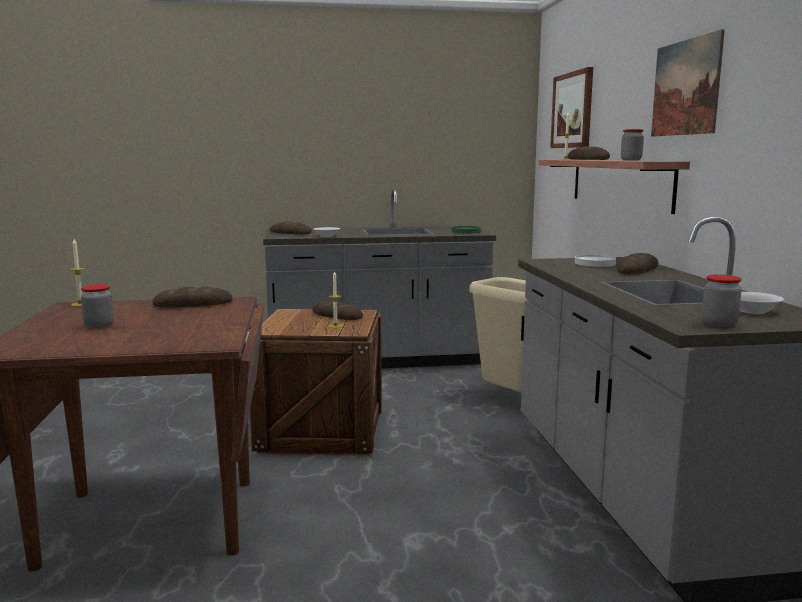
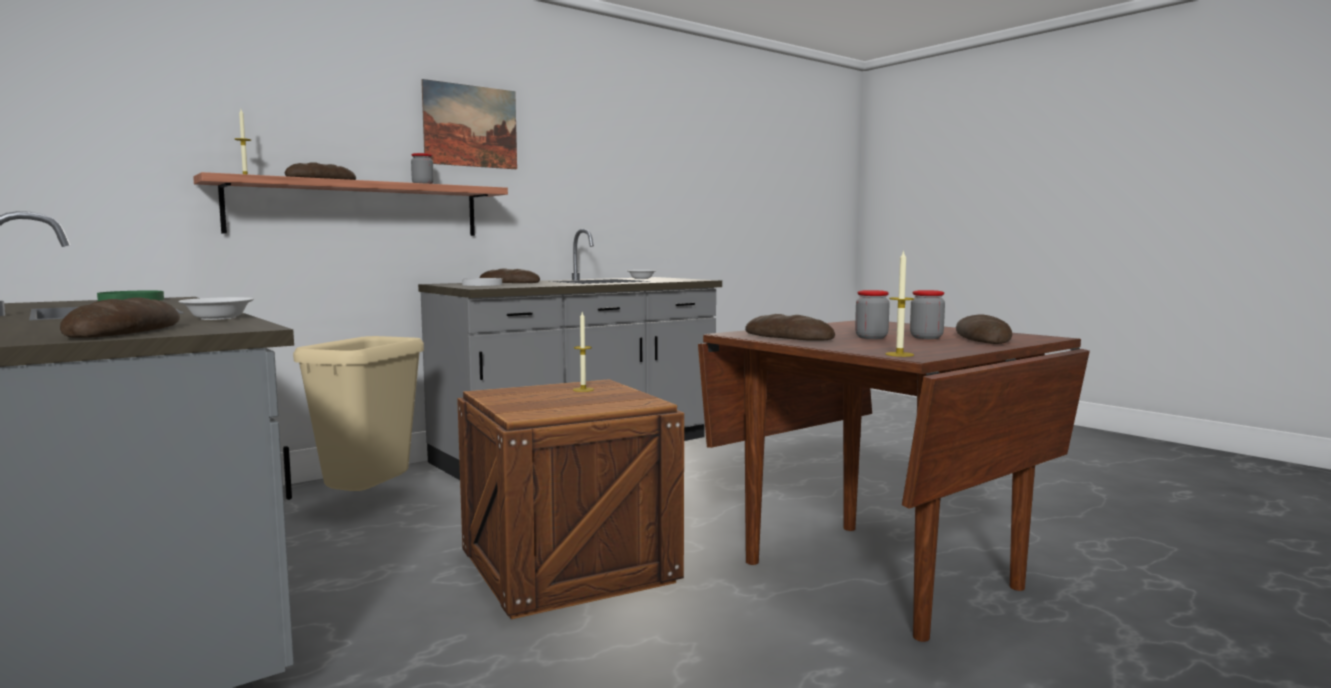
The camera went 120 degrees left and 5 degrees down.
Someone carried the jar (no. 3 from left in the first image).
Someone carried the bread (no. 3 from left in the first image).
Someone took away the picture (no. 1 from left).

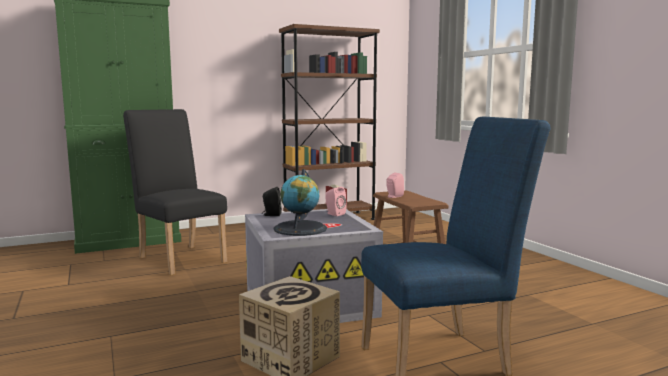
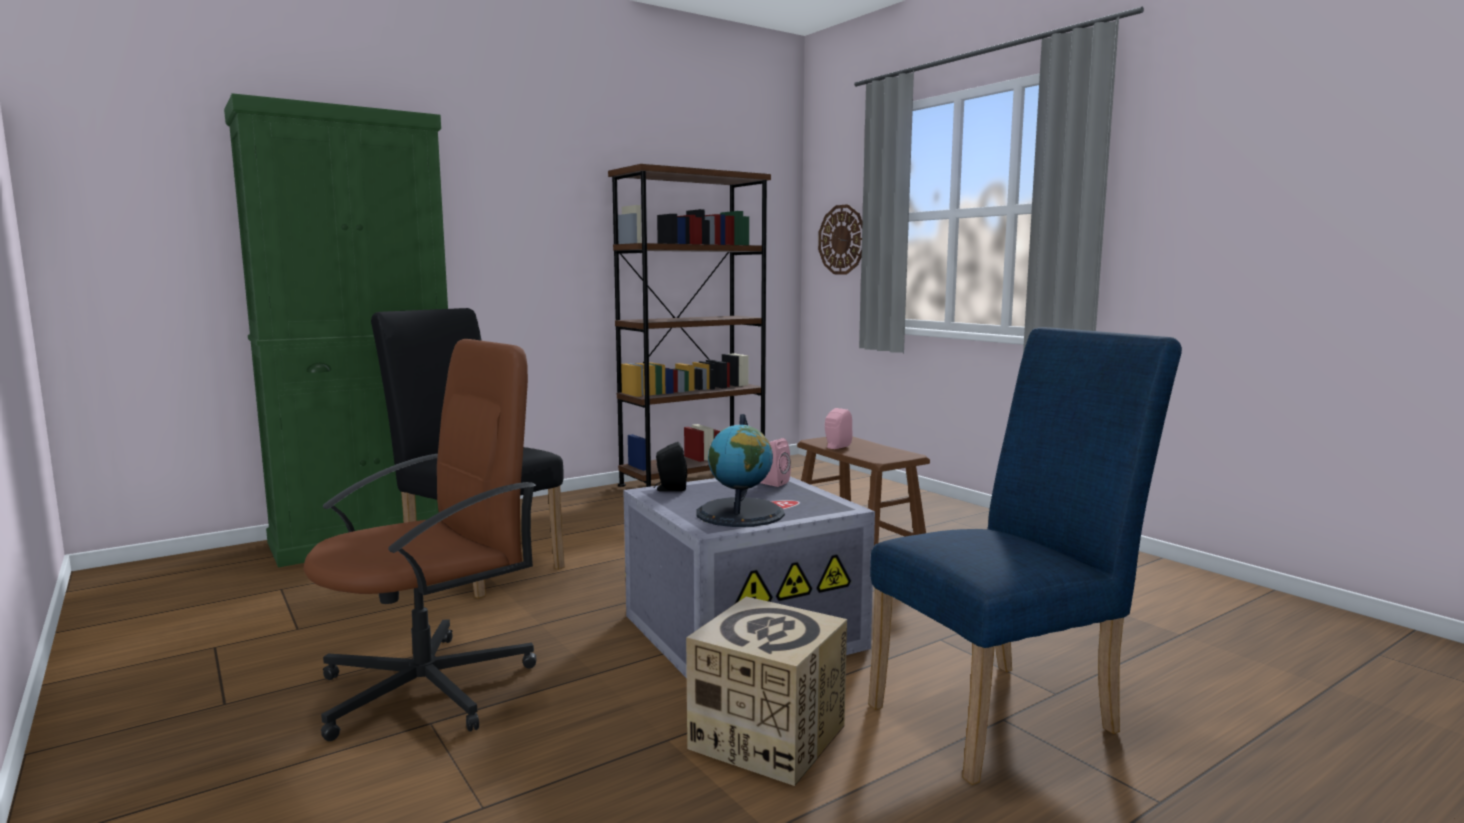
The camera went 10 degrees left and 0 degrees up.
Someone put down the brown office chair.
Someone put up the wall clock.

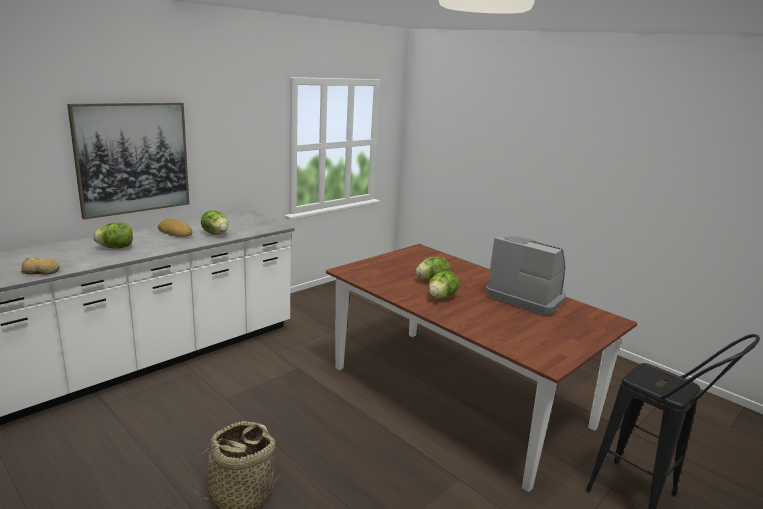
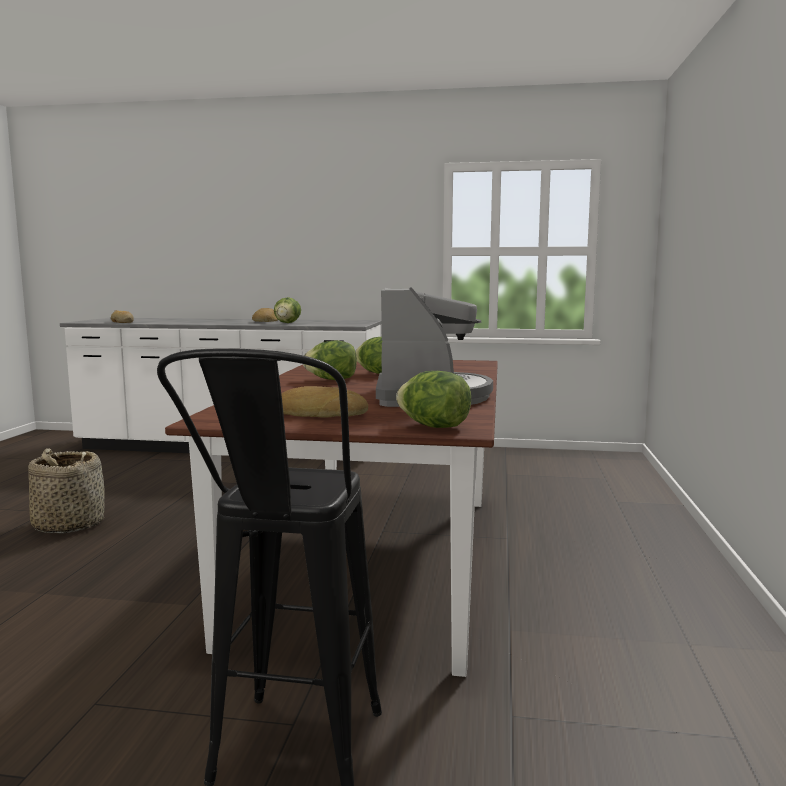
The camera went 55 degrees right and 10 degrees down.
Someone put down the bread (no. 3 from left).
Someone carried the lettuce (no. 1 from left in the first image).
Someone took away the picture.

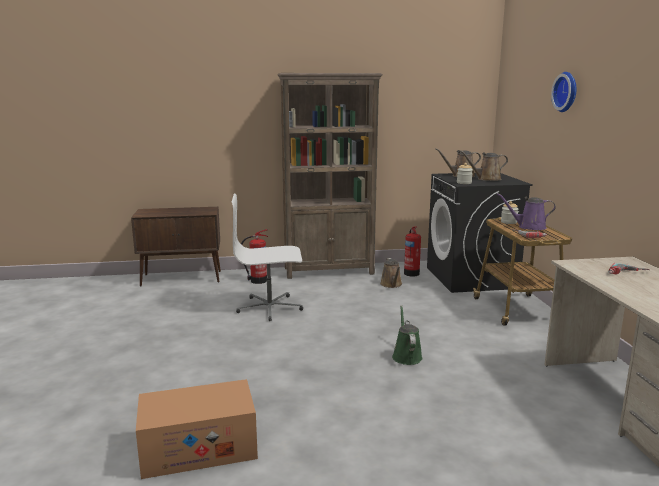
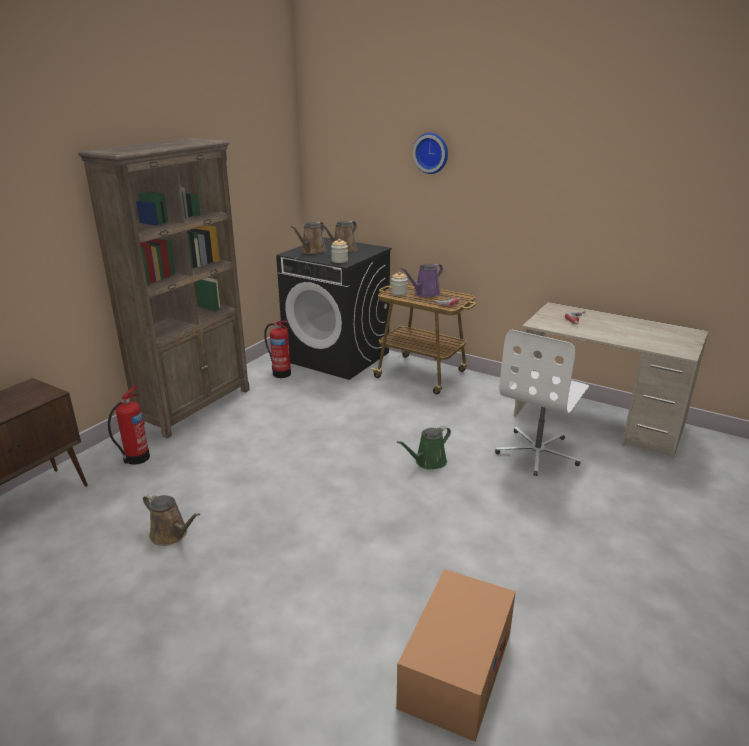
The camera went 50 degrees left and 10 degrees up.
Someone carried the brown watering can (no. 1 from left).
Someone rotated the green watering can by 75 degrees counterclockwise.
Someone carried the white office chair.

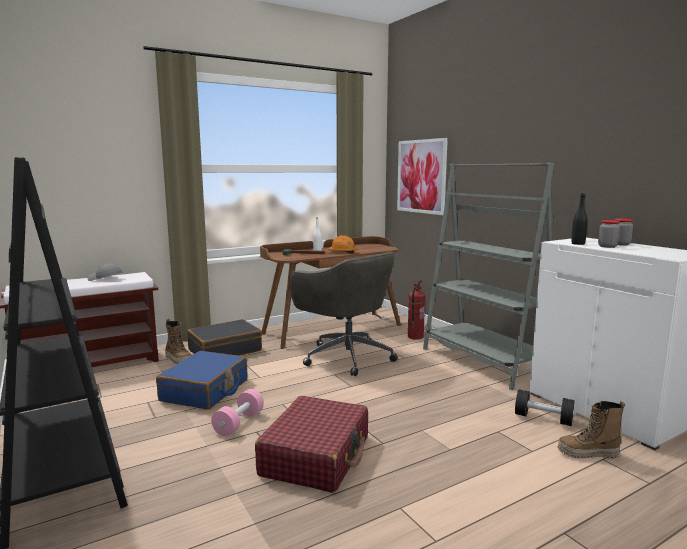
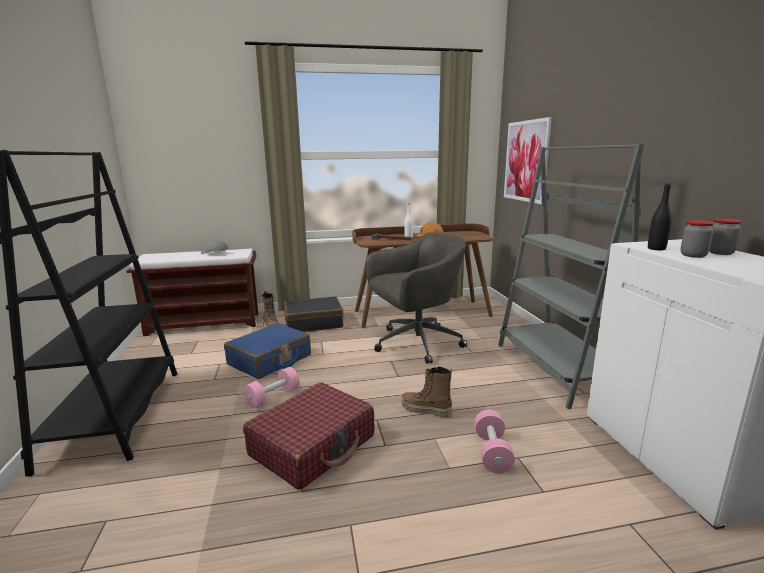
The camera went 20 degrees right and 5 degrees up.
Someone rotated the grey office chair by 90 degrees counterclockwise.
Someone carried the boot (no. 2 from left).
Someone put down the pink dumbbell (no. 2 from left).
Someone took away the fire extinguisher.
Someone took away the black dumbbell.

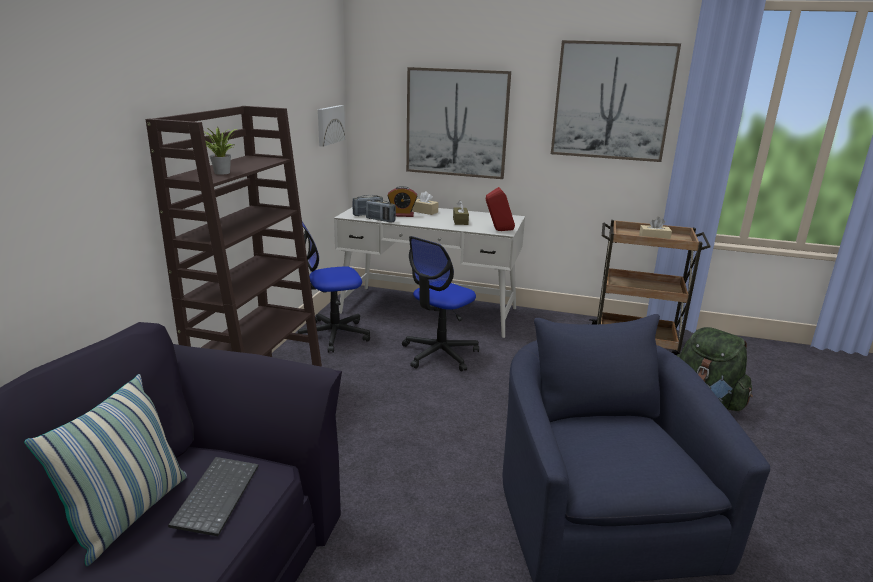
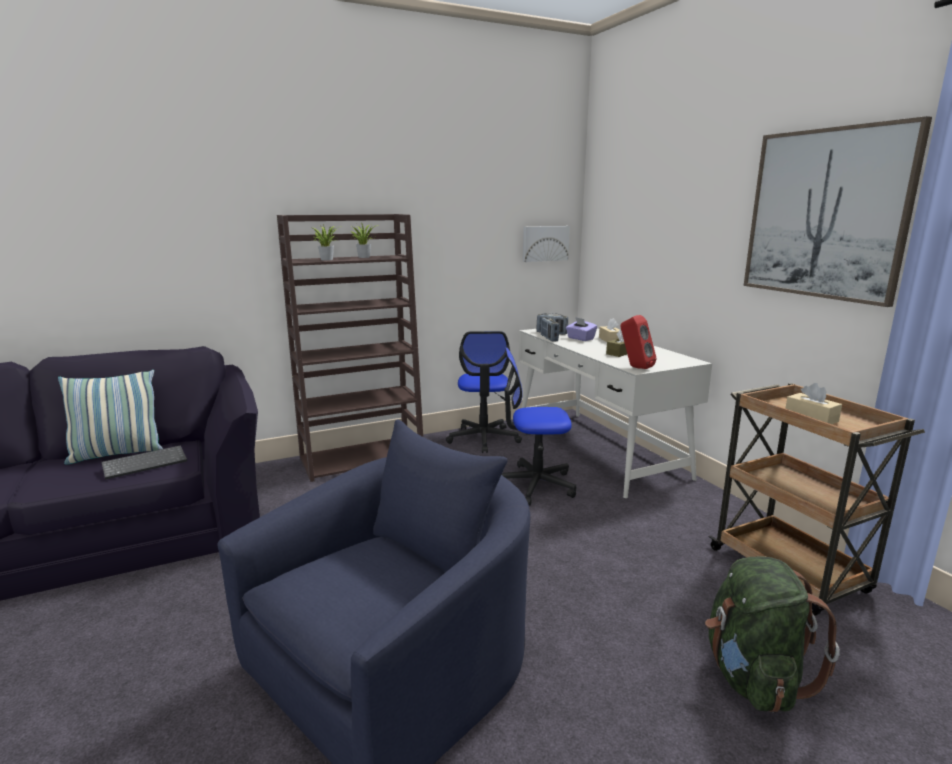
The camera went 50 degrees right and 5 degrees down.
Someone put down the potted plant (no. 2 from left).
Someone rotated the office chair (no. 1 from left) by 120 degrees counterclockwise.
Someone swapped the alarm clock for the purple tissue box.
Someone took away the picture (no. 2 from left).

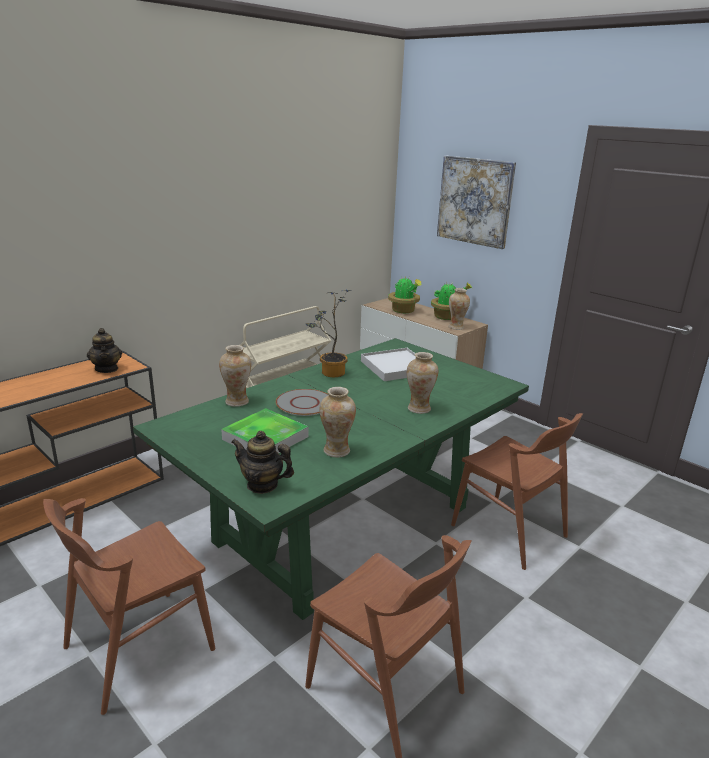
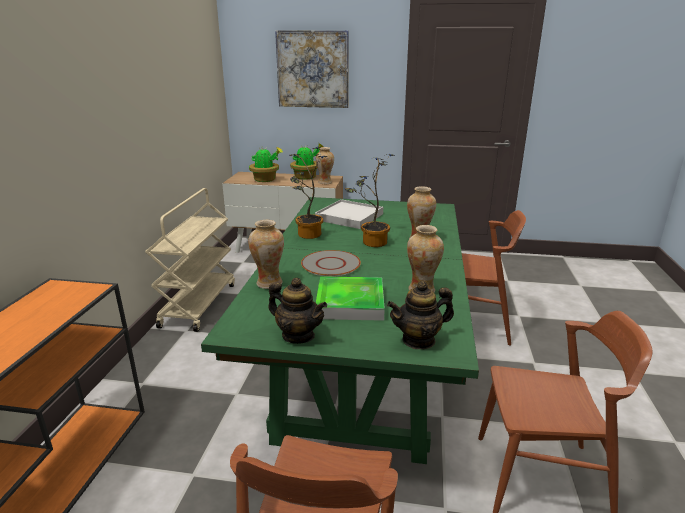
The camera went 35 degrees left and 0 degrees up.
Someone carried the teapot (no. 1 from left).
Someone put down the potted plant (no. 4 from left).

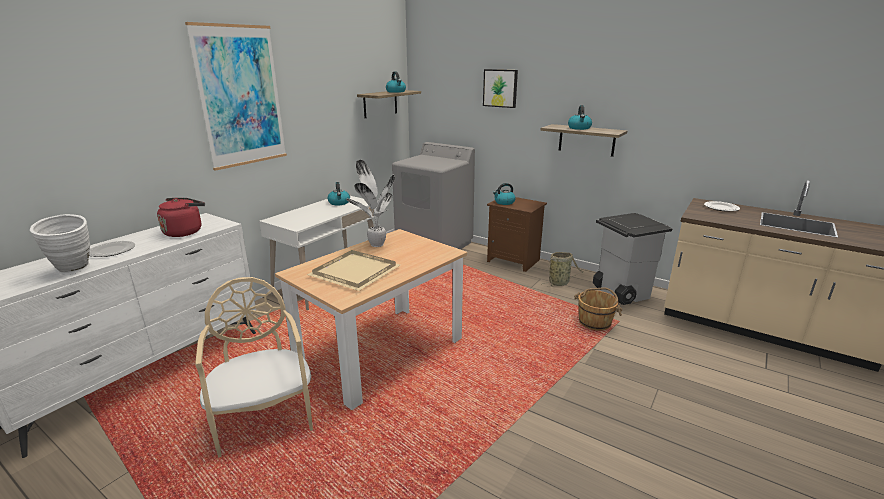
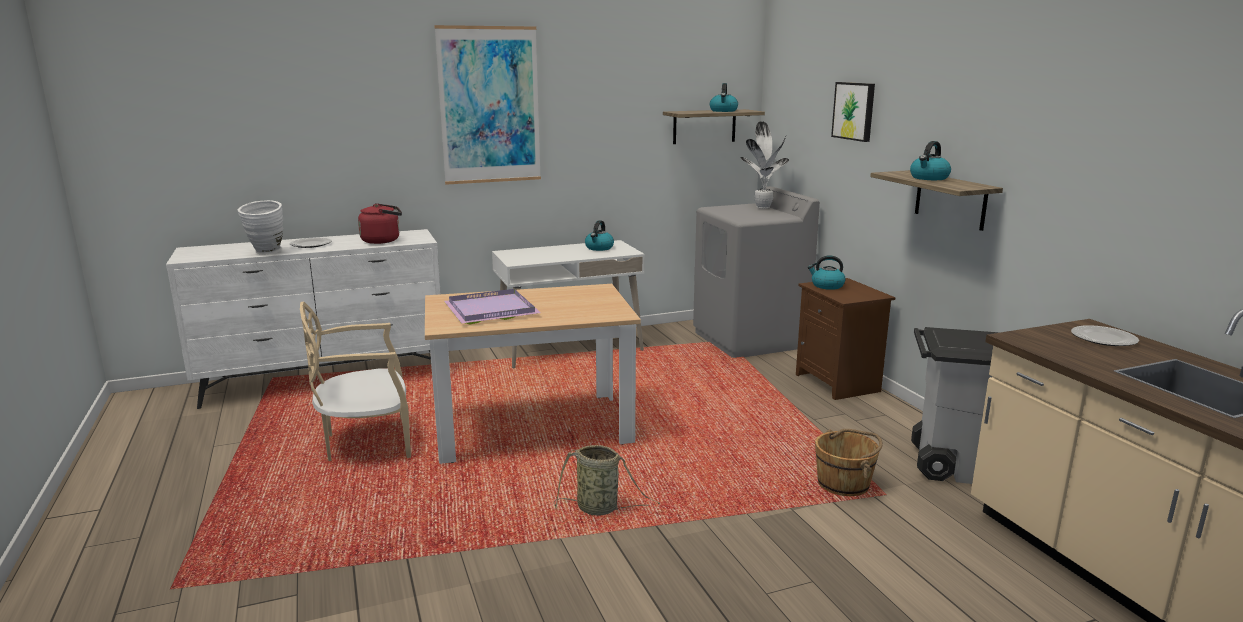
The camera went 35 degrees right and 5 degrees down.
Someone rotated the beige chair by 120 degrees counterclockwise.
Someone repainted the beige tray, which became the purple tray.
Someone carried the basket.
Someone carried the potted plant.

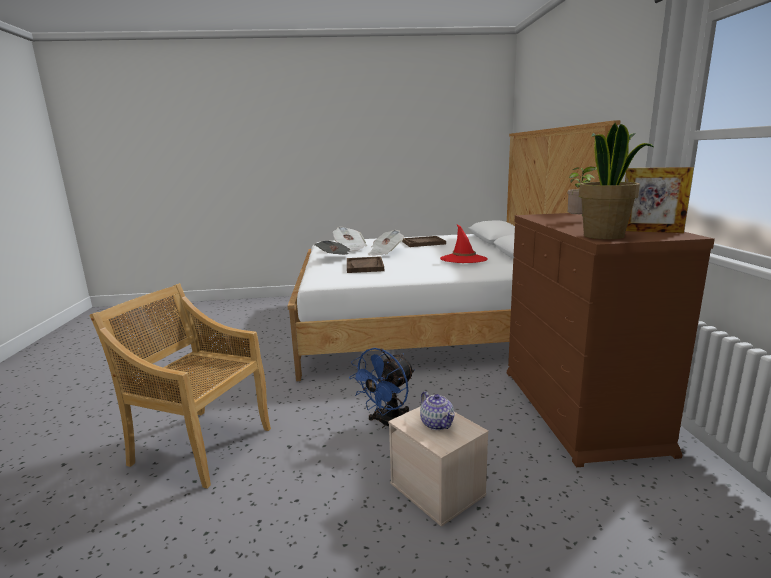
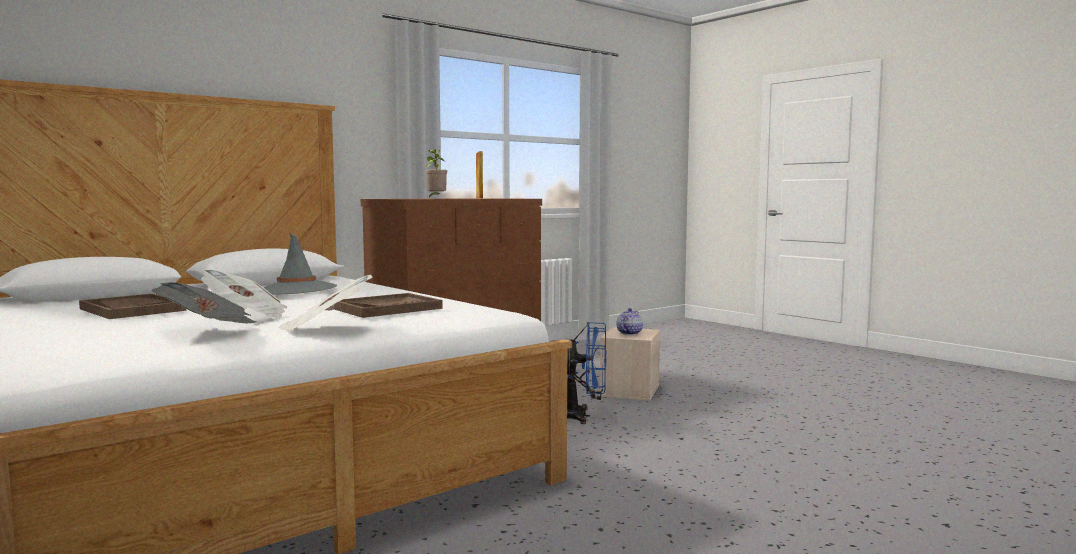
The camera went 125 degrees left and 10 degrees down.
Someone repainted the red hat, which became the grey hat.
Someone took away the beige chair.
Someone took away the potted plant (no. 2 from left).

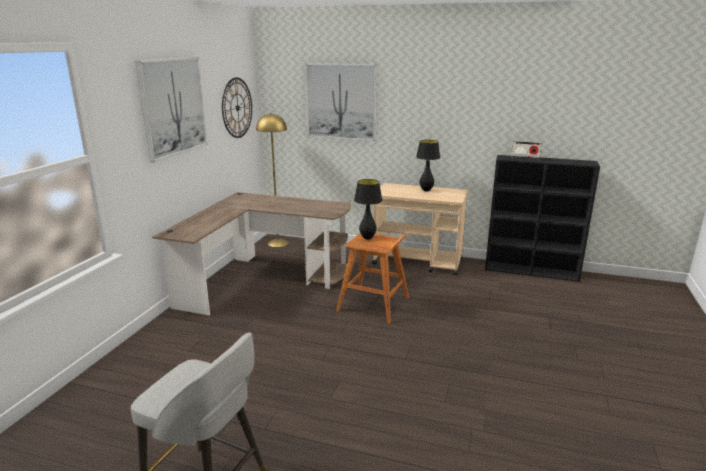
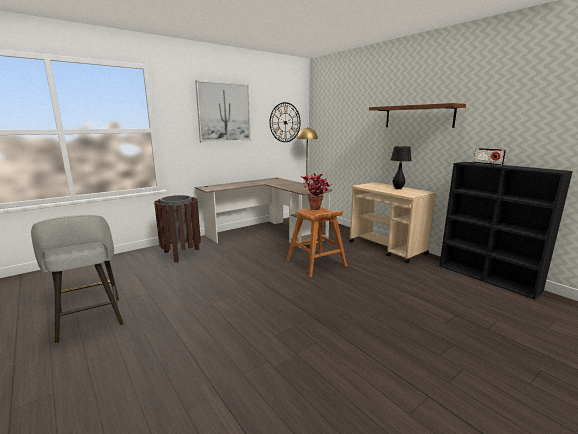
The camera went 35 degrees right and 5 degrees down.
Someone put down the brown trash can.
Someone swapped the black table lamp (no. 1 from left) for the potted plant.
Someone put up the brown shelf.
Someone took away the picture (no. 2 from left).

